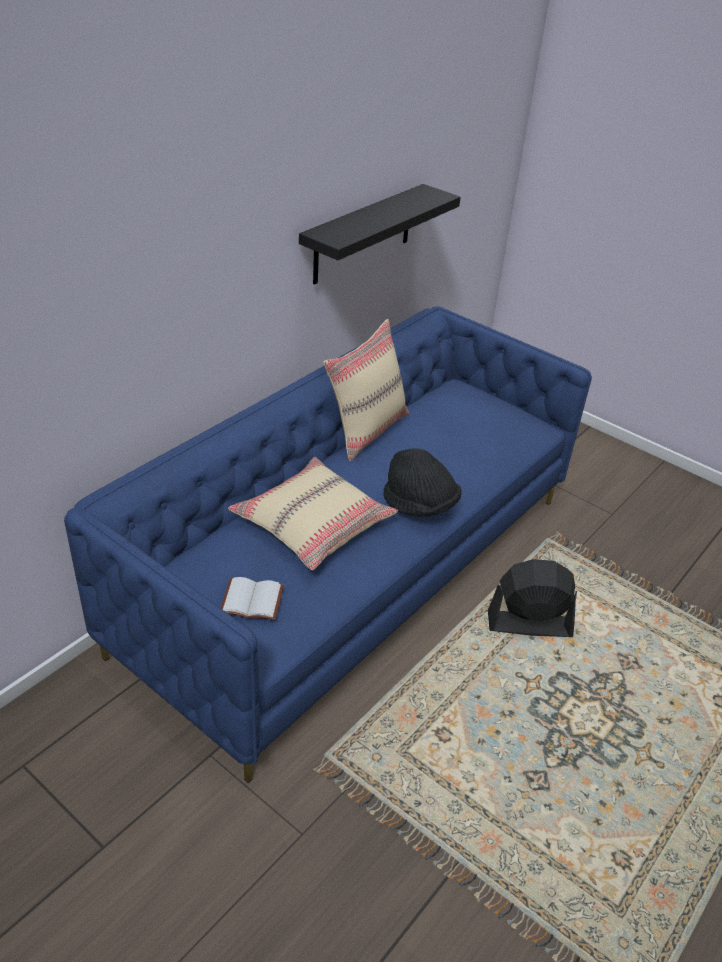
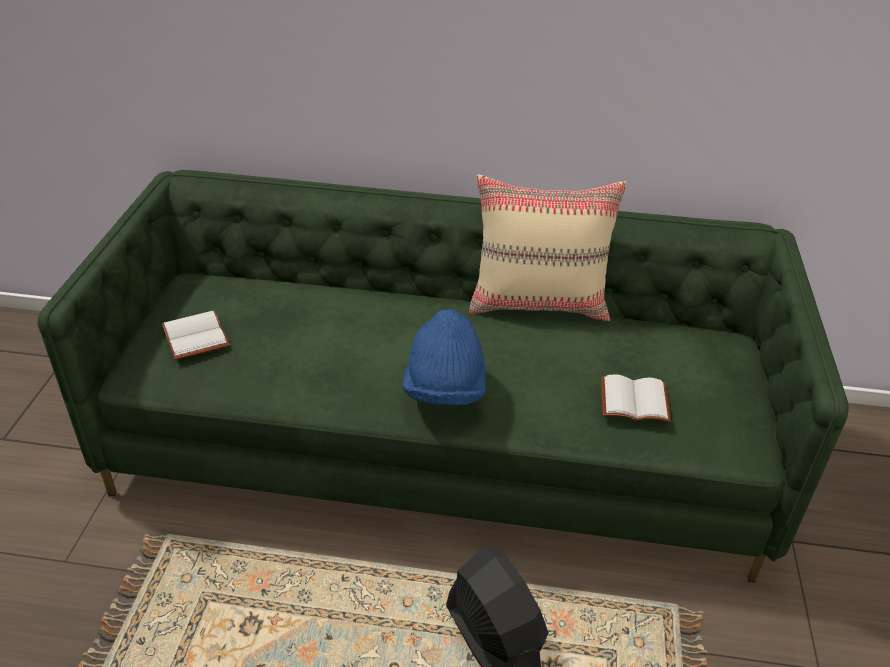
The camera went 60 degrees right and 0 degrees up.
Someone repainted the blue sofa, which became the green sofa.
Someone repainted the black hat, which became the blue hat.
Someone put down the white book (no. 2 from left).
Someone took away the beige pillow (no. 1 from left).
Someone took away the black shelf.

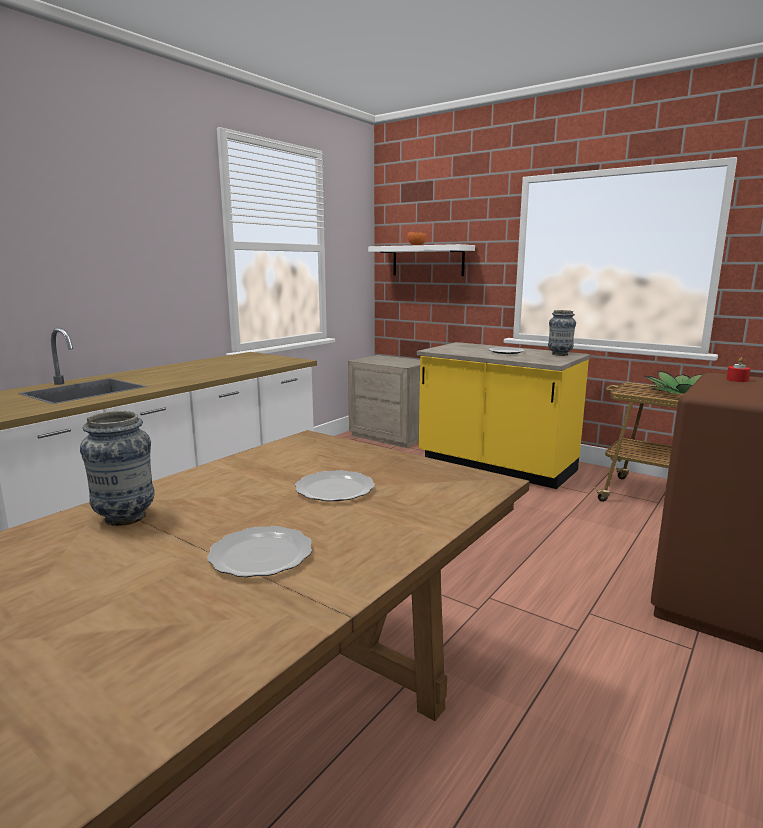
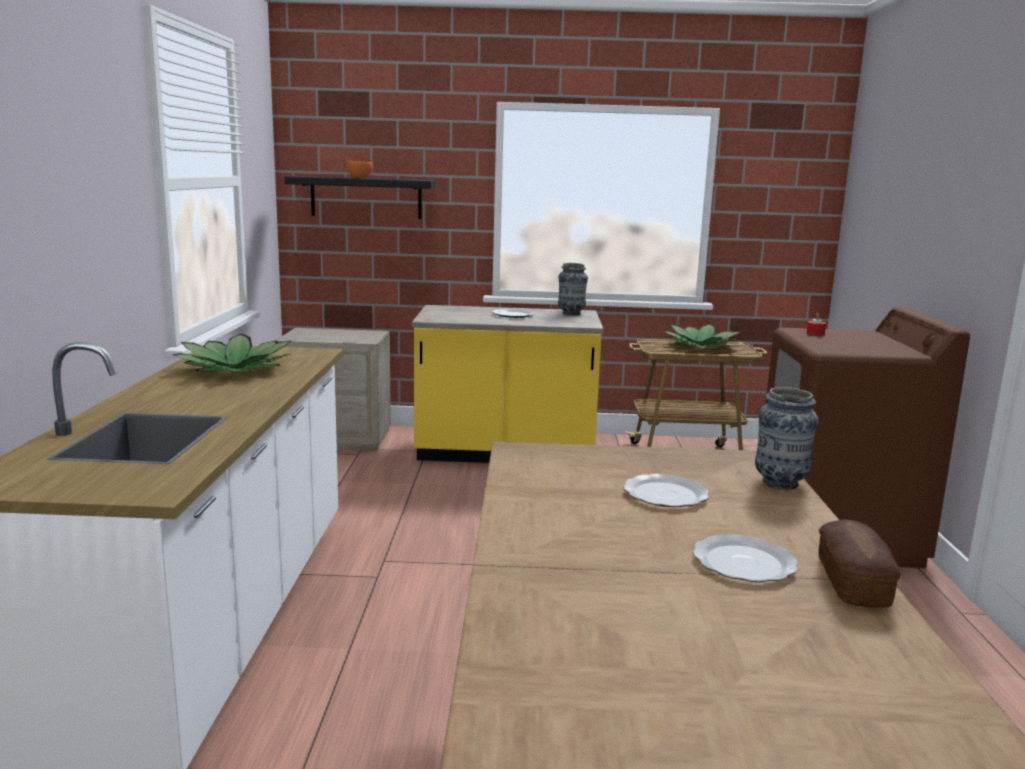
The camera went 35 degrees left and 0 degrees up.
Someone put down the potted plant (no. 1 from left).
Someone repainted the white shelf, which became the black shelf.
Someone carried the vase (no. 1 from left in the first image).
Someone put down the bread.

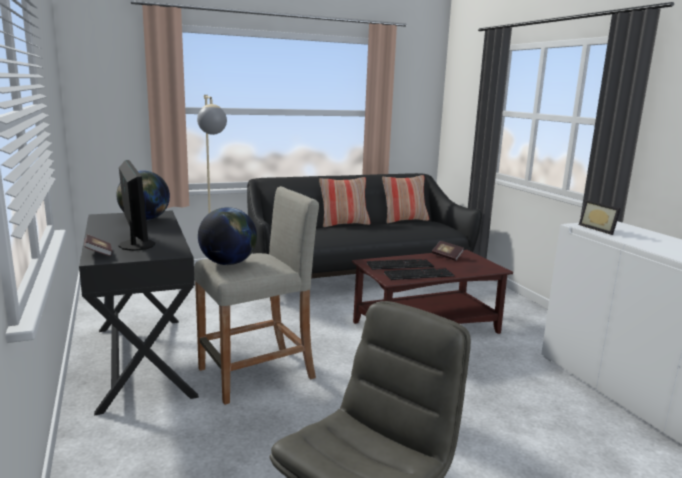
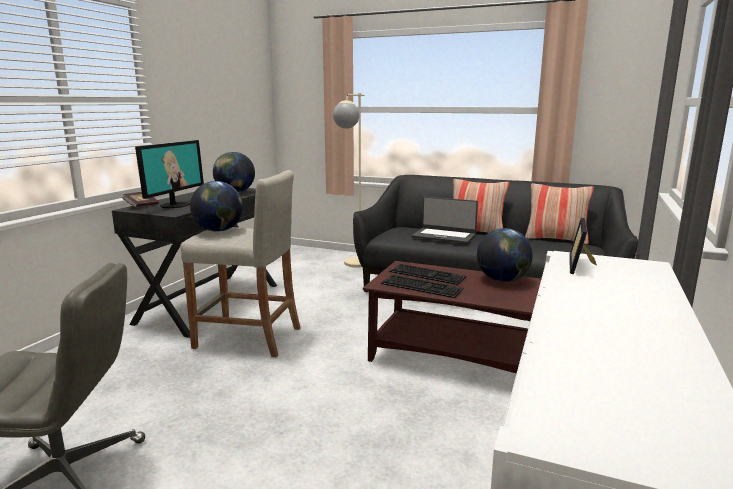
The camera went 45 degrees right and 0 degrees up.
Someone put down the laptop.
Someone swapped the book (no. 2 from left) for the globe (no. 3 from left).

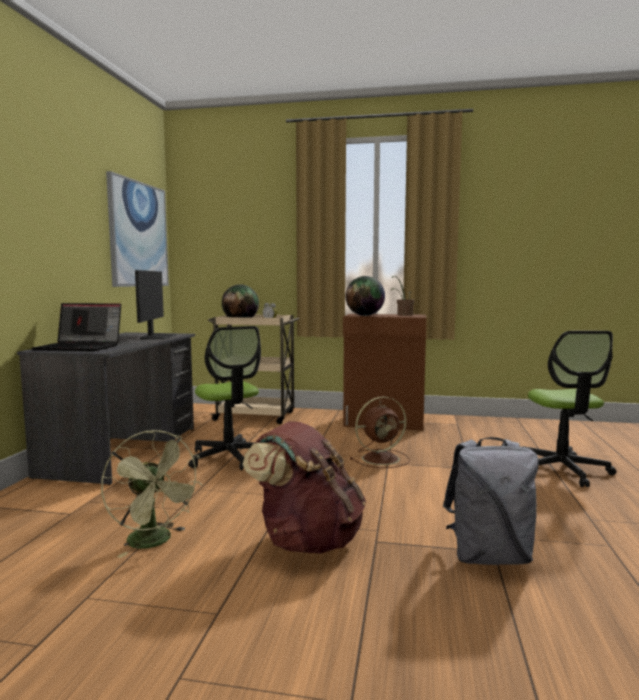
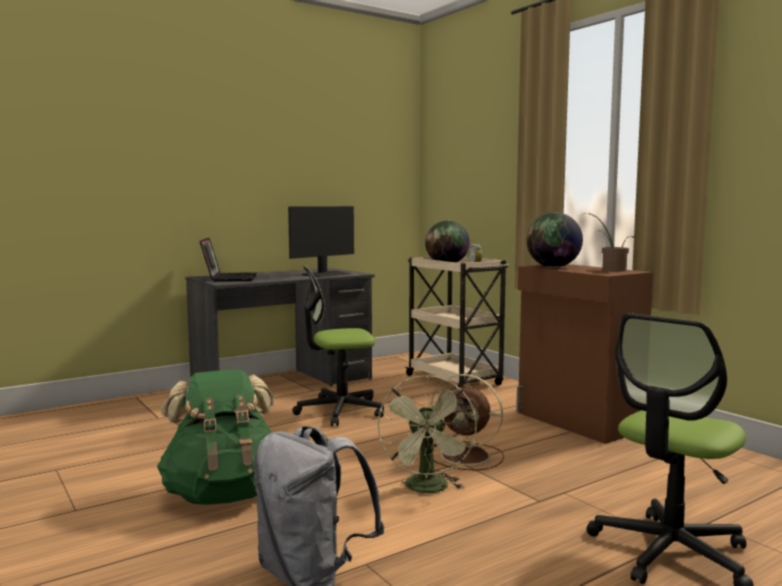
The camera went 45 degrees right and 0 degrees up.
Someone repainted the brown backpack, which became the green backpack.
Someone rotated the laptop by 150 degrees counterclockwise.
Someone rotated the office chair (no. 1 from left) by 60 degrees clockwise.
Someone carried the green fan.
Someone took away the picture.

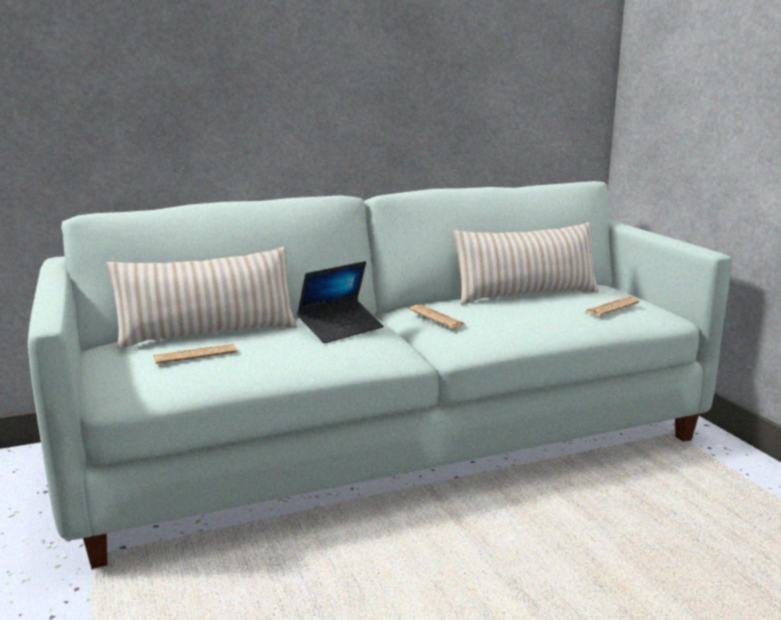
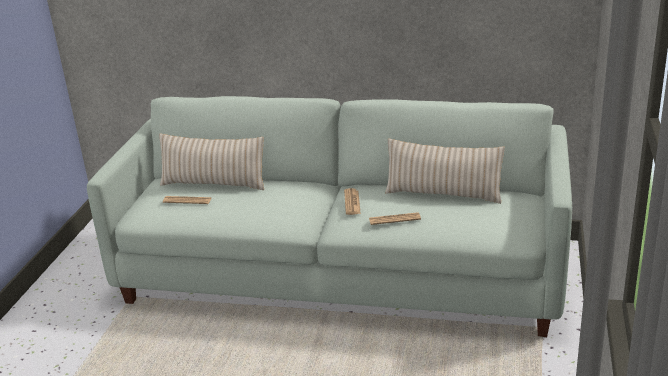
The camera went 35 degrees right and 10 degrees up.
Someone carried the newspaper (no. 3 from left).
Someone took away the laptop.

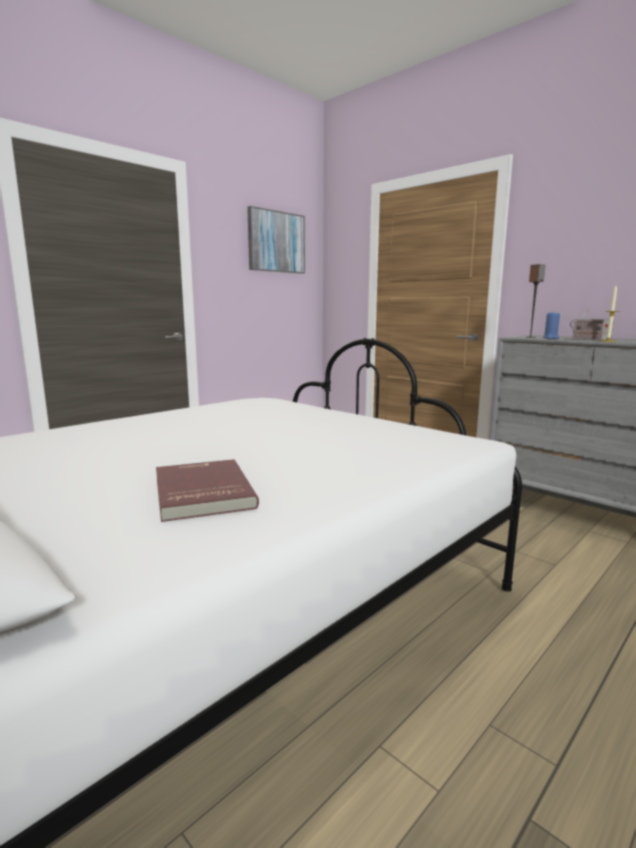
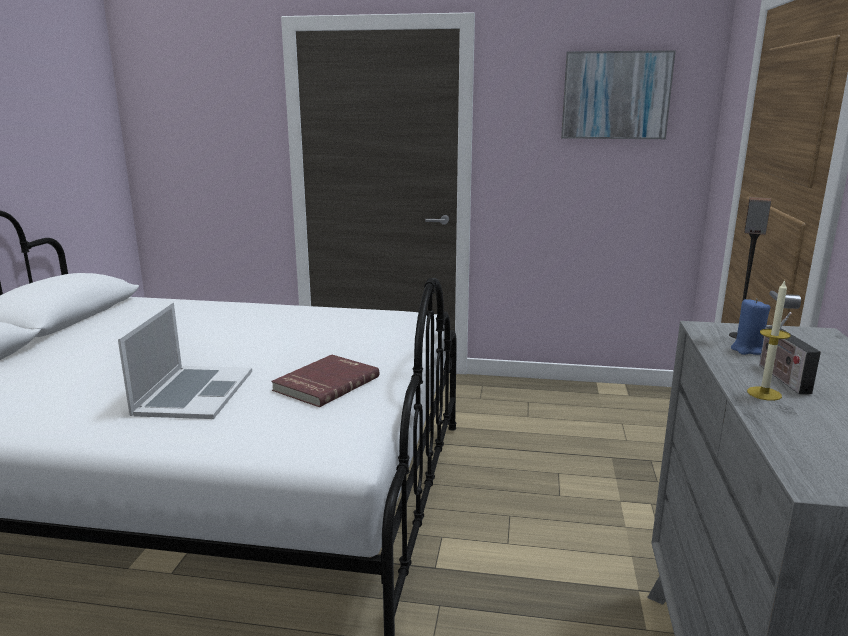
The camera went 55 degrees right and 5 degrees up.
Someone put down the laptop.
Someone carried the red book.

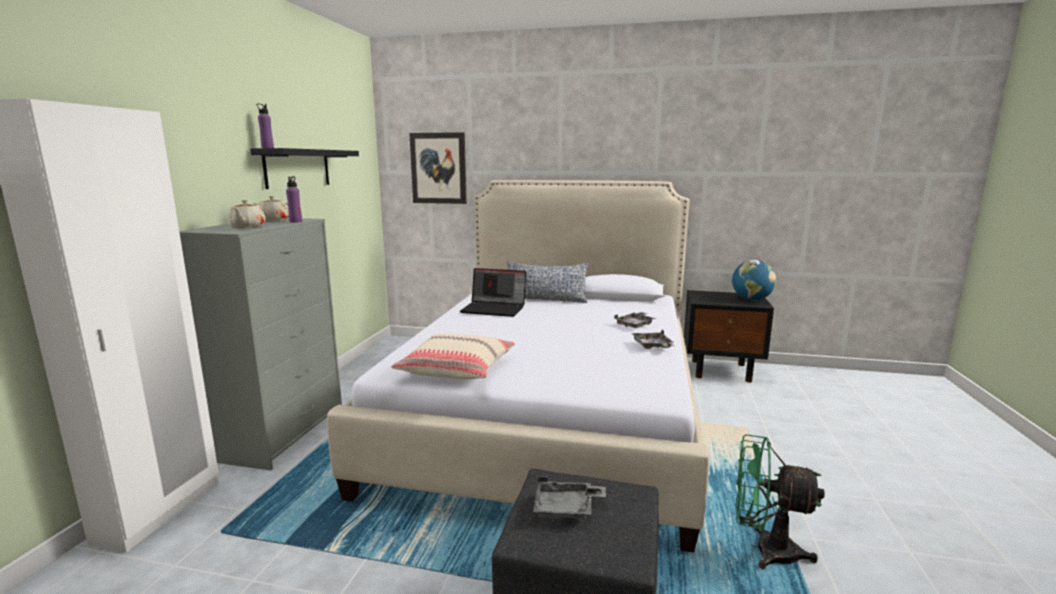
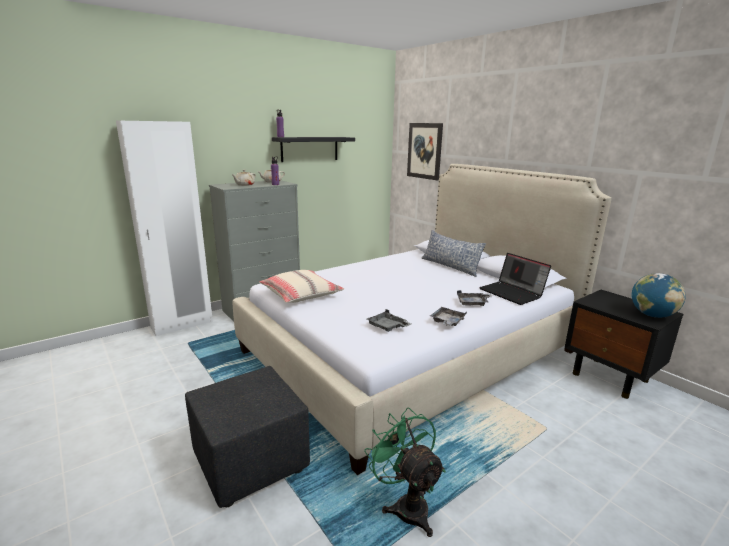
The camera went 40 degrees right and 5 degrees up.
Someone carried the grey tray (no. 1 from left).
Someone carried the laptop.

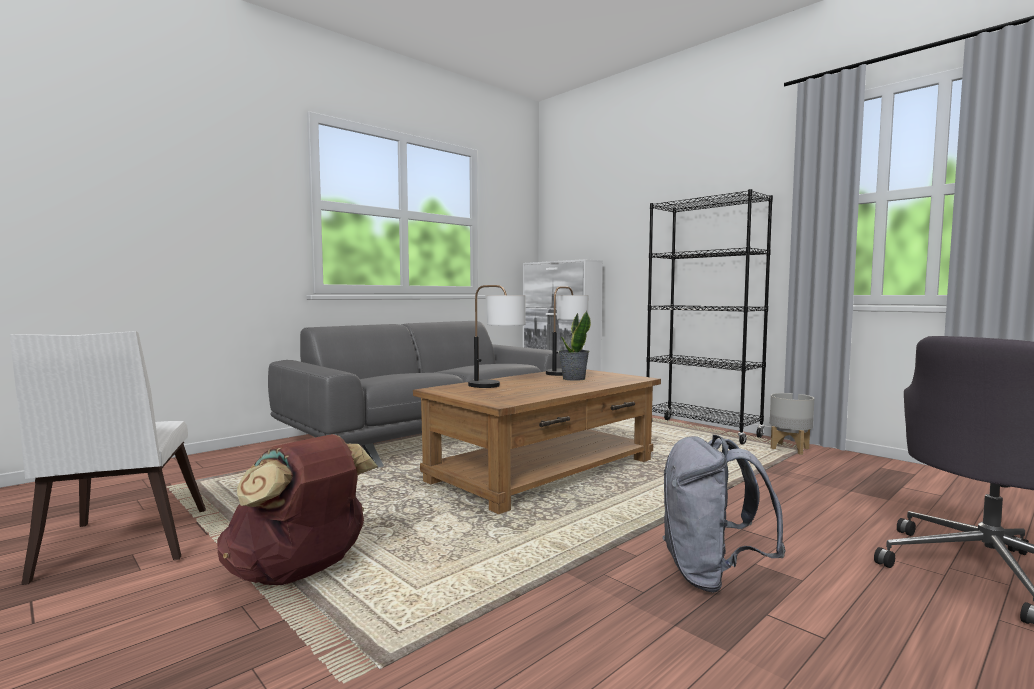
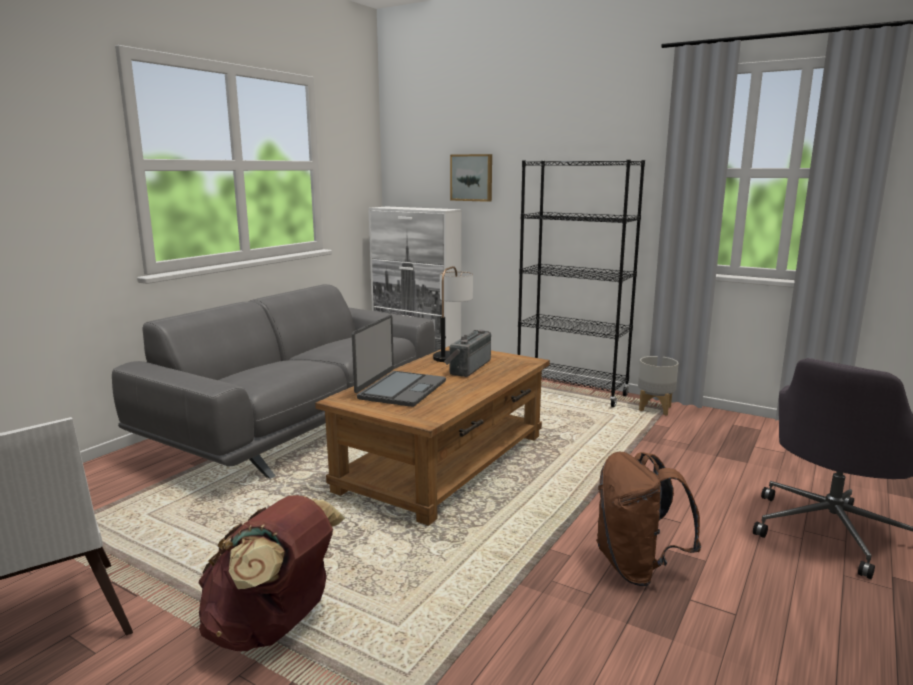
The camera went 15 degrees left and 10 degrees up.
Someone swapped the table lamp (no. 1 from left) for the laptop.
Someone swapped the potted plant for the radio.
Someone put up the picture.
Someone repainted the grey backpack, which became the brown backpack (no. 2 from left).

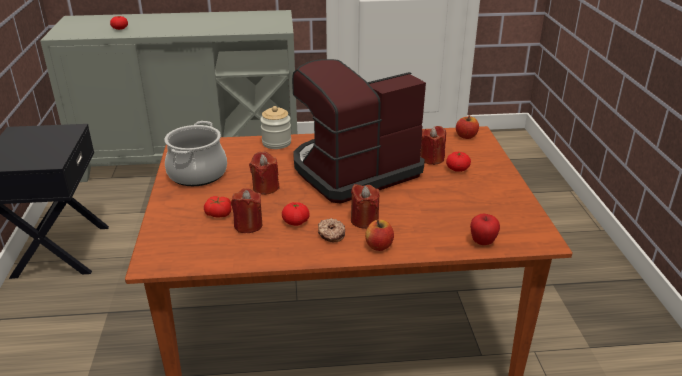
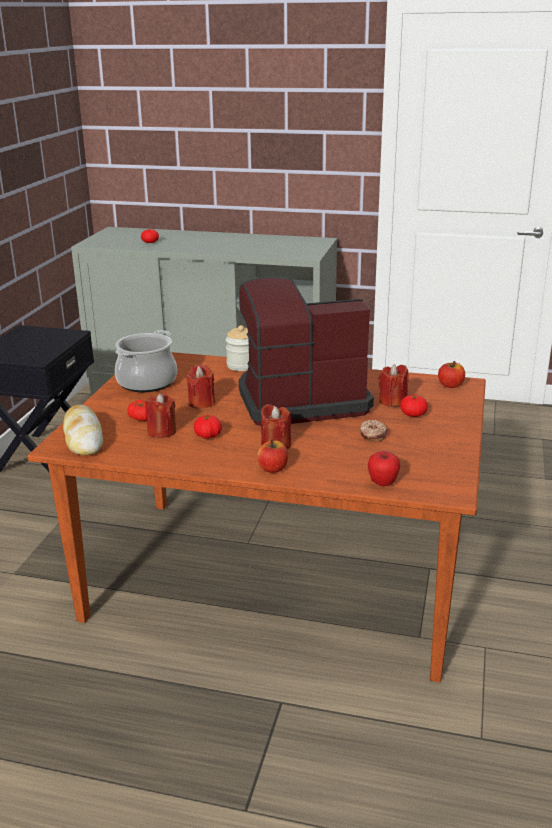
The camera went 20 degrees right and 5 degrees down.
Someone put down the bread.
Someone carried the donut.

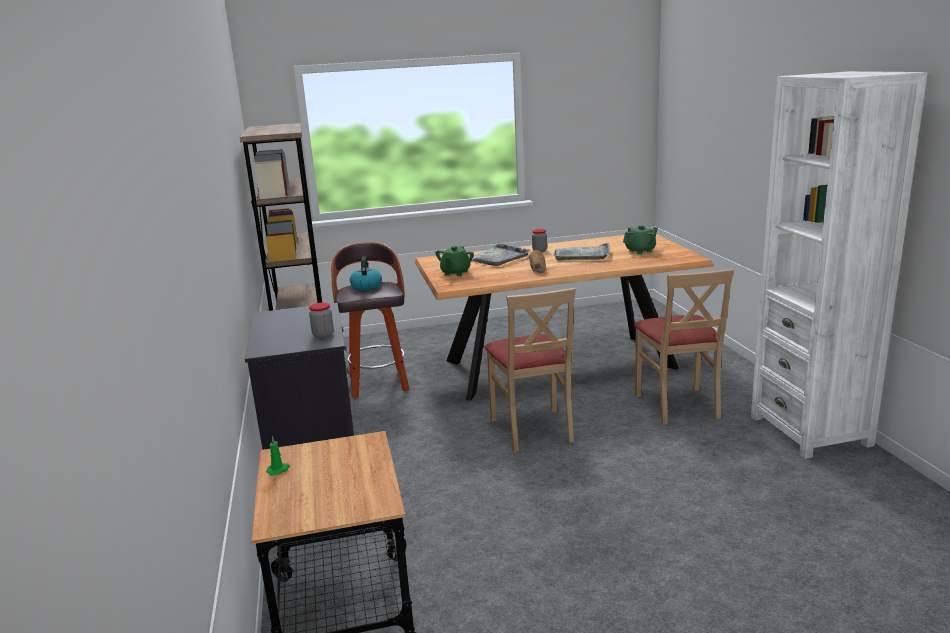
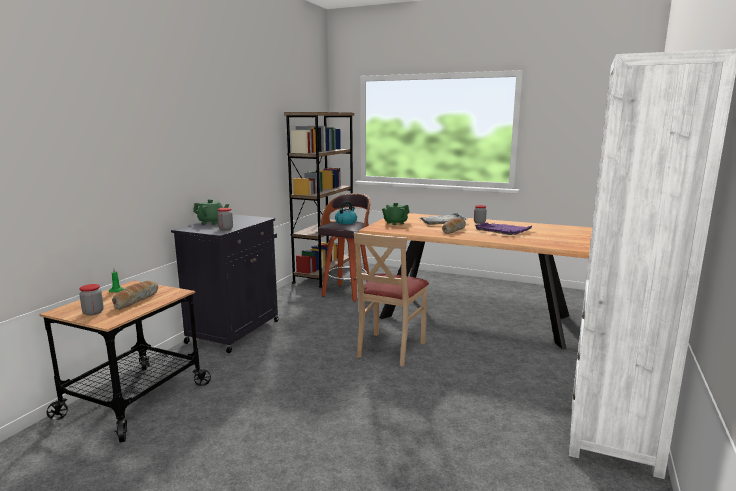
The camera went 35 degrees right and 5 degrees down.
Someone put down the jar (no. 1 from left).
Someone put down the bread (no. 1 from left).
Someone carried the green teapot (no. 2 from left in the first image).
Someone repainted the grey tray (no. 2 from left), which became the purple tray.
Someone took away the beige chair (no. 2 from left).

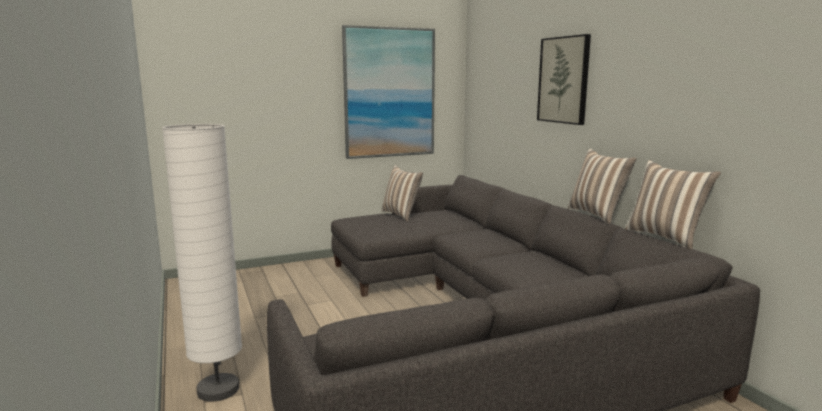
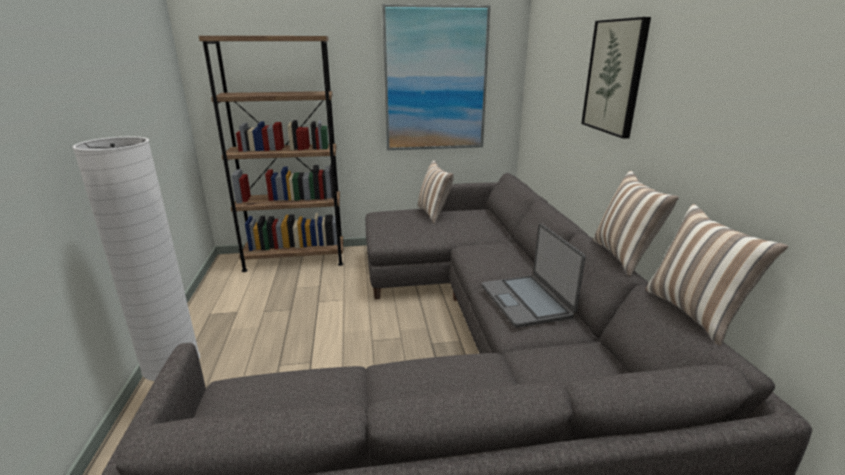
The camera went 15 degrees right and 10 degrees up.
Someone put down the brown bookcase.
Someone put down the laptop.

